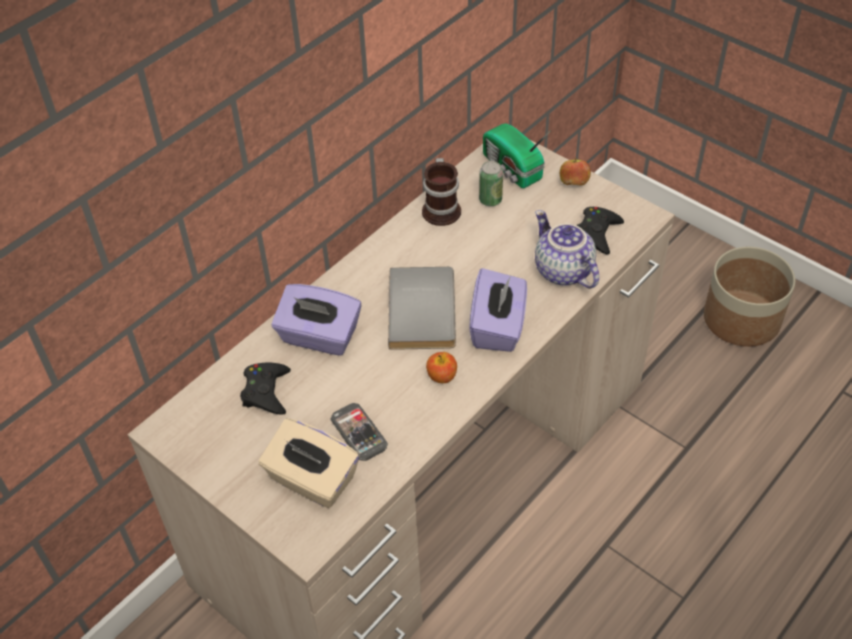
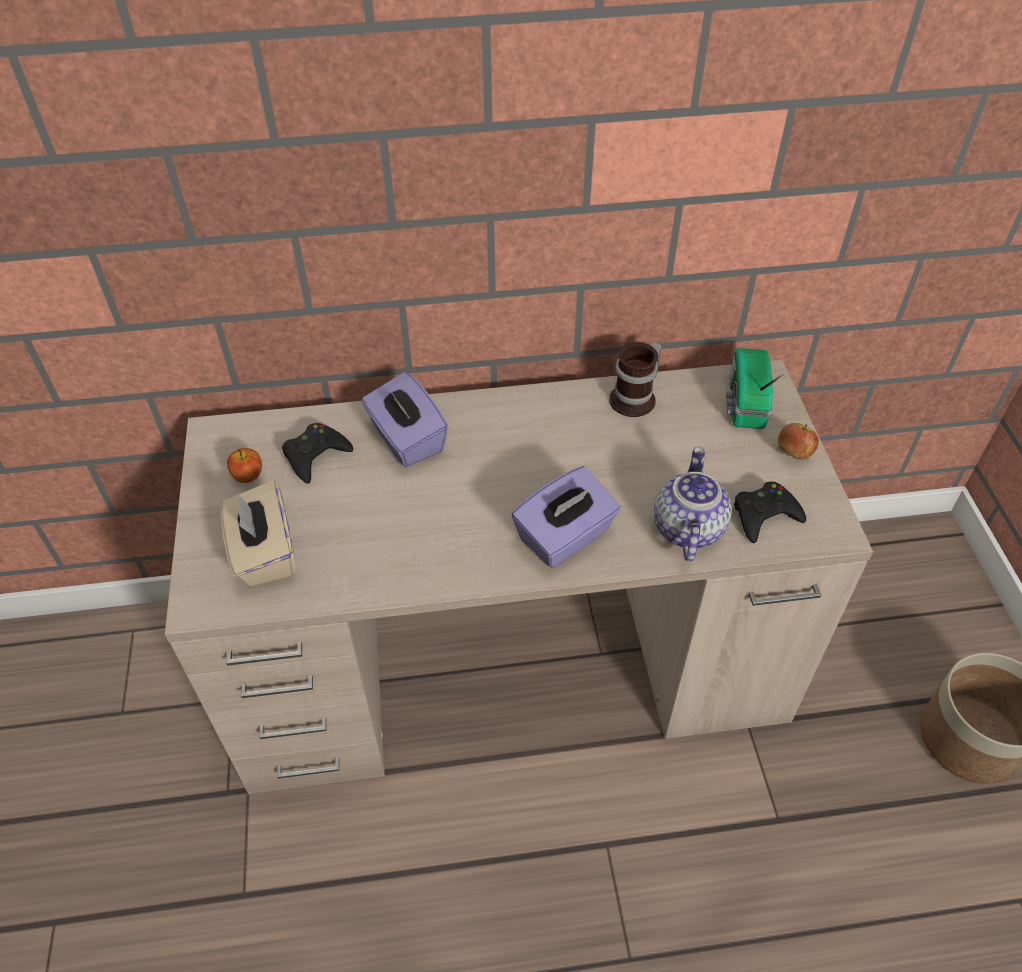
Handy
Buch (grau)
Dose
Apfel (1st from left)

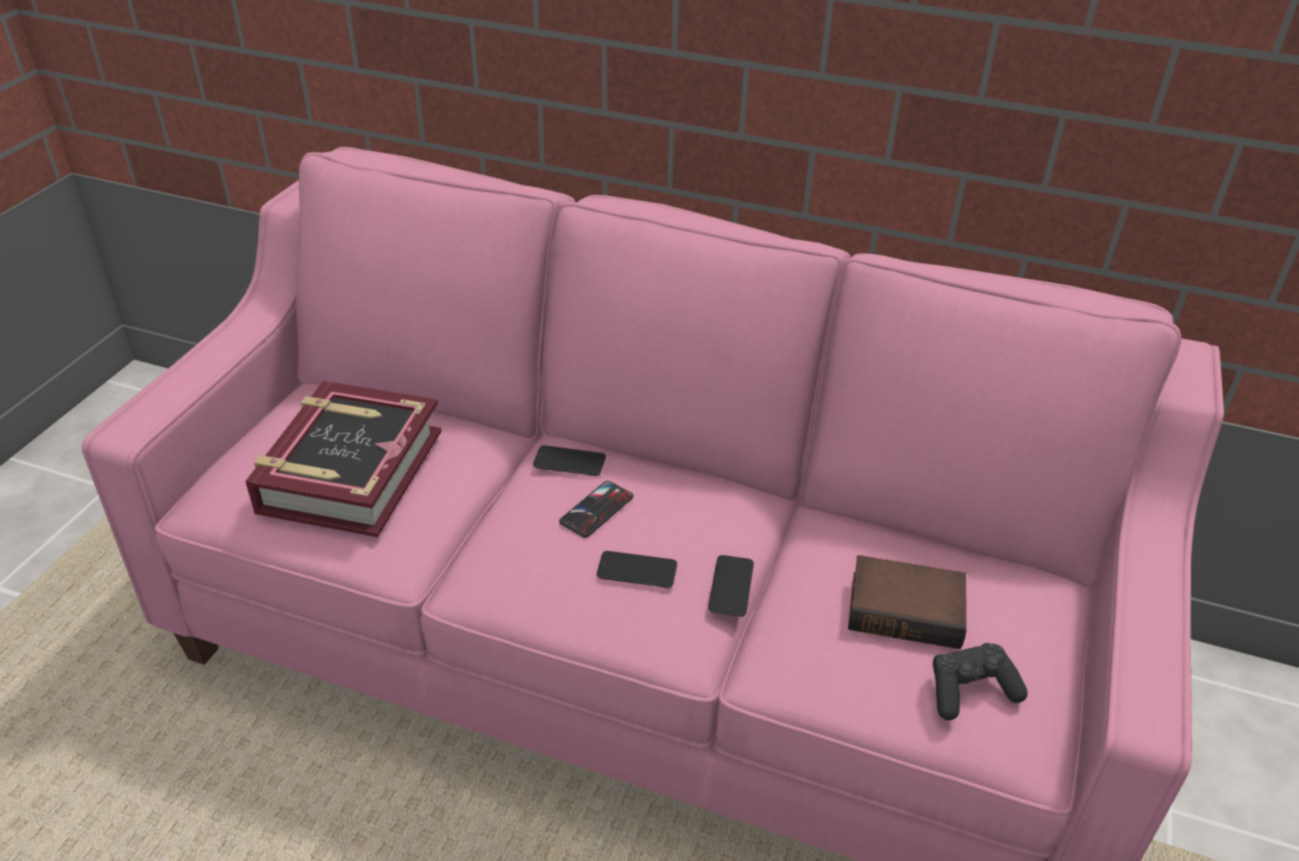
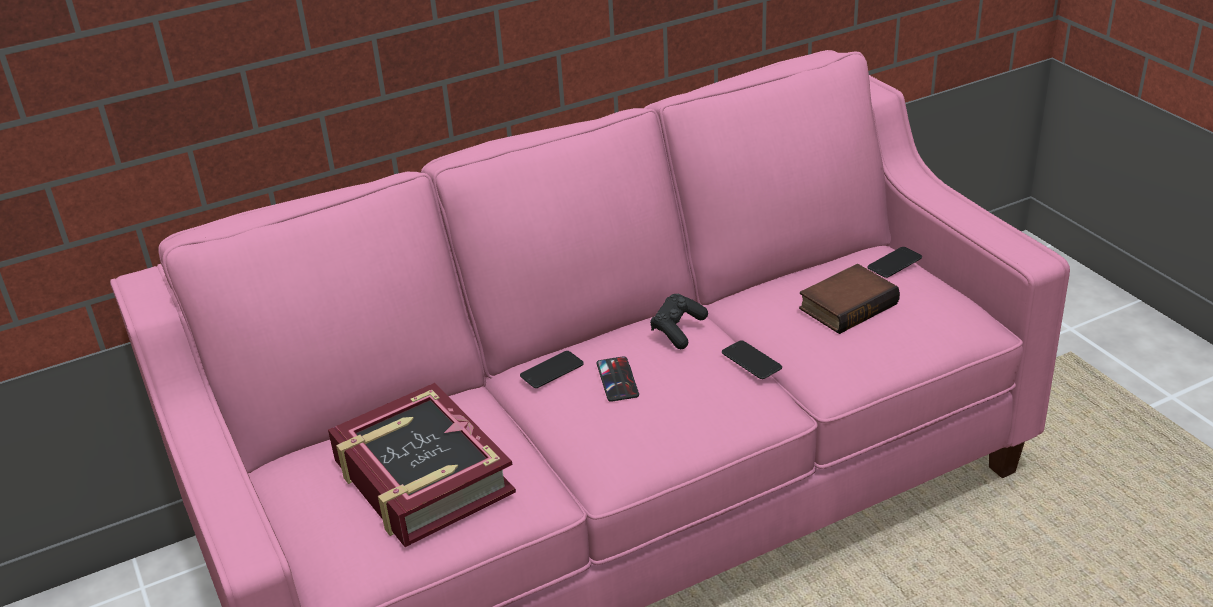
Handy (4th from left)
Gamepad (schwarz)

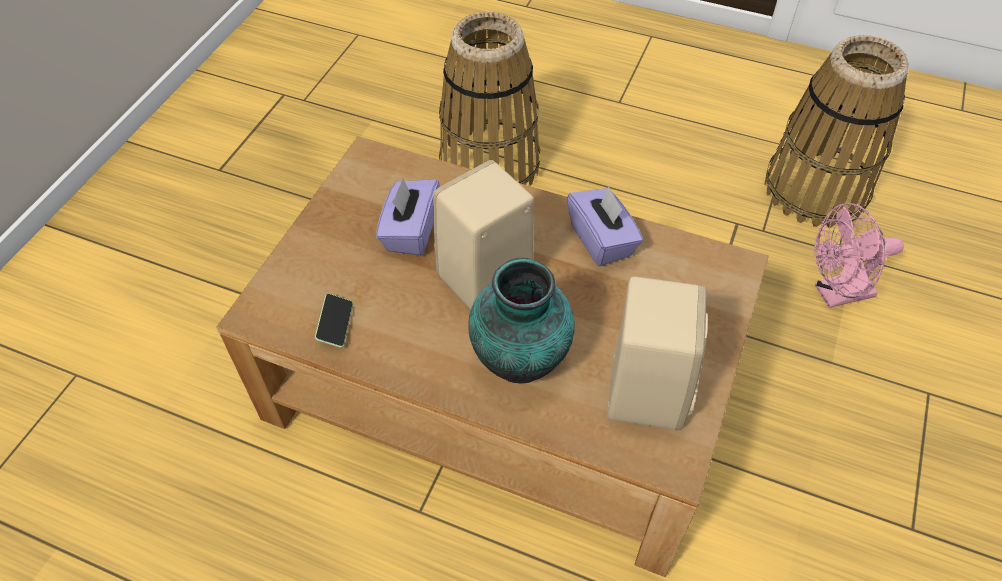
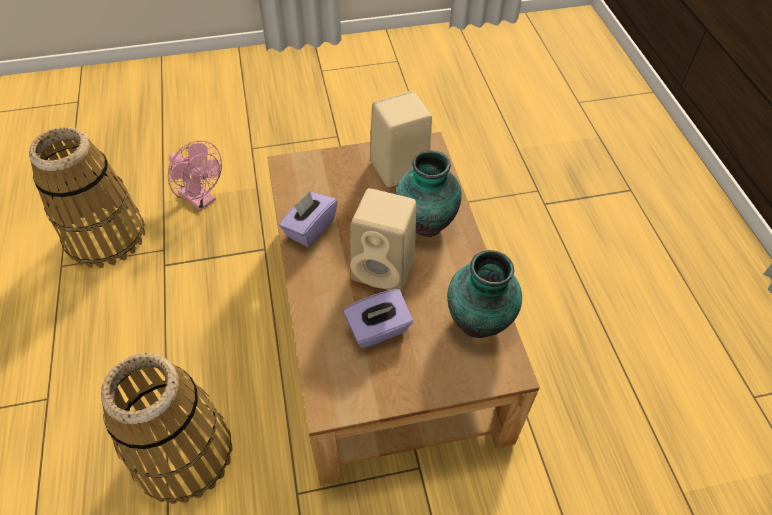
Vase (2nd from left)

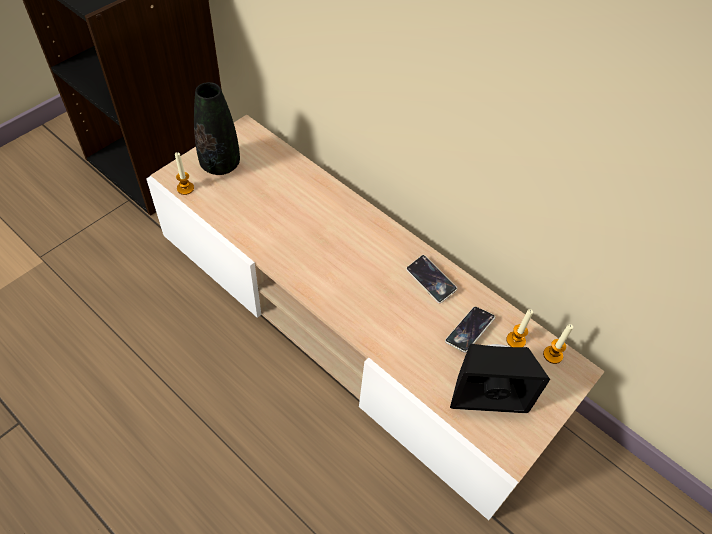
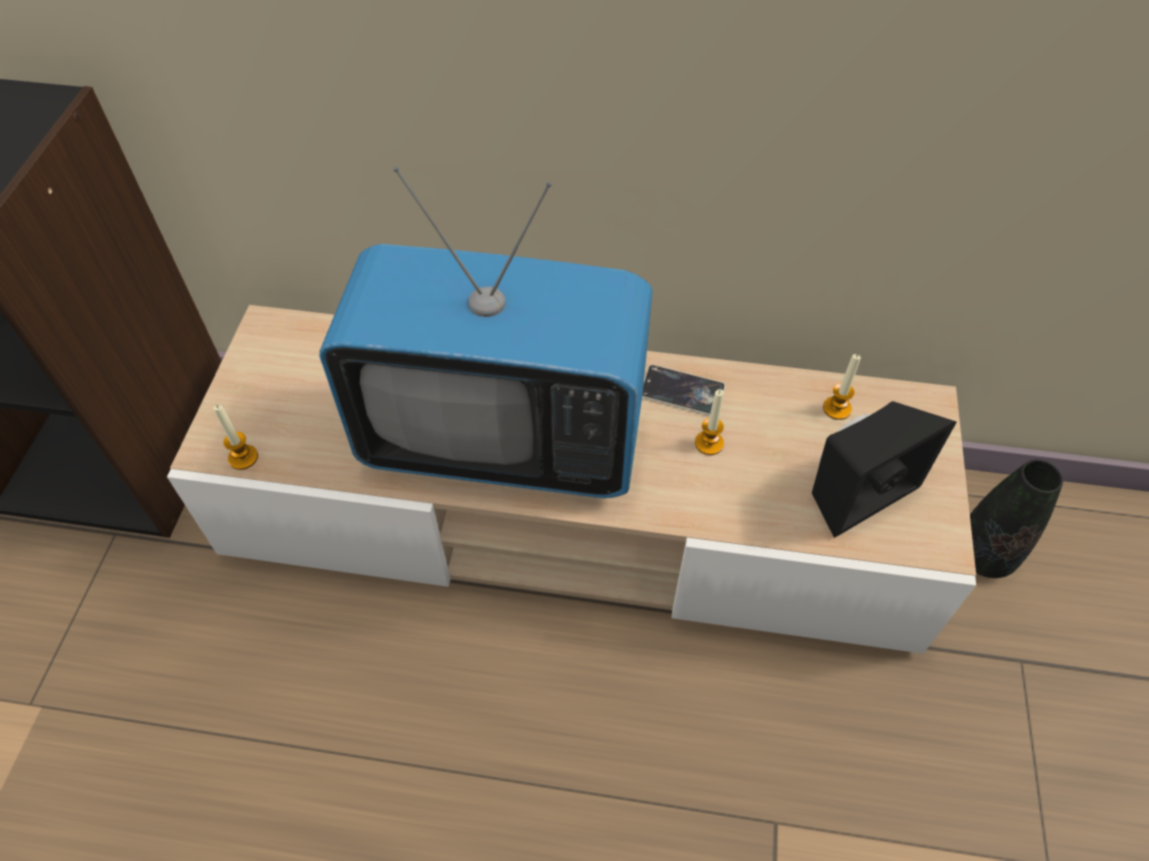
Handy (2nd from left in the first image)
Fernseher
Vase (schwarz)
Kerze (2nd from left)

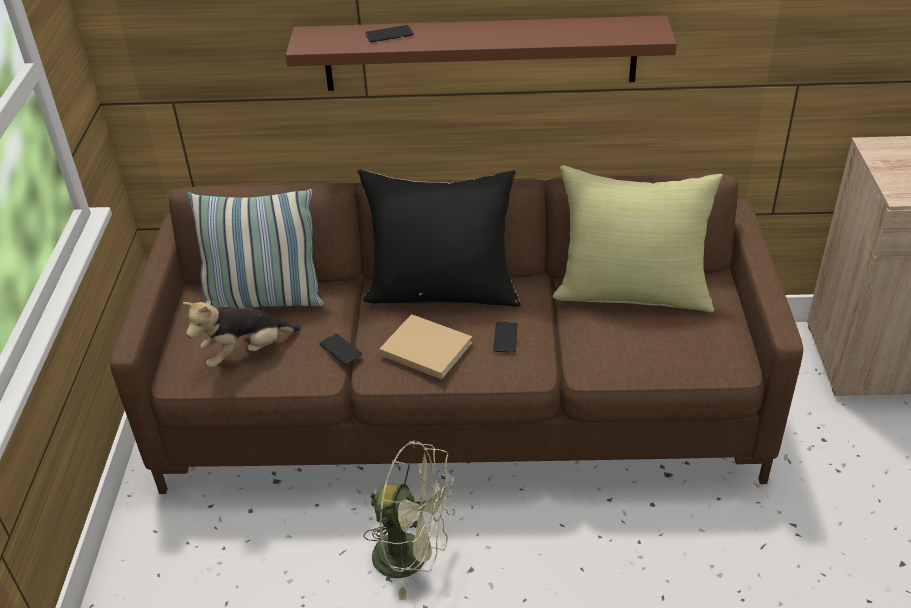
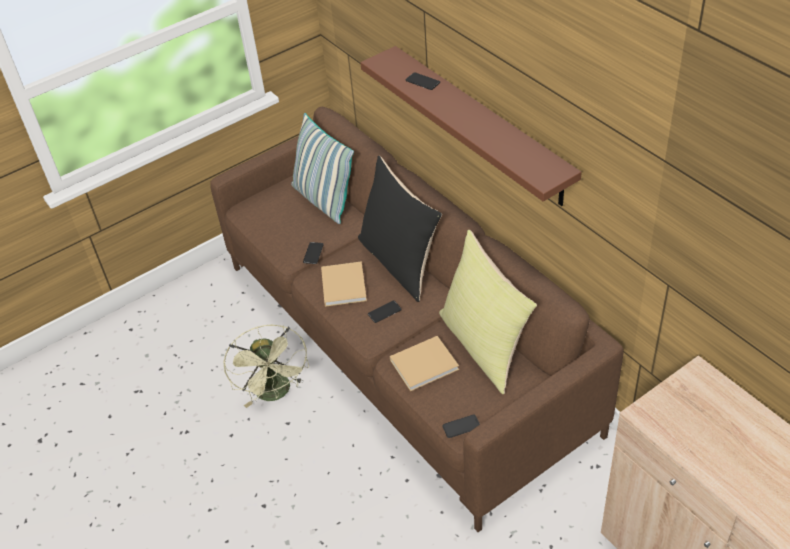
Plüschtier
Buch (beige) (2nd from left)
Handy (4th from left)

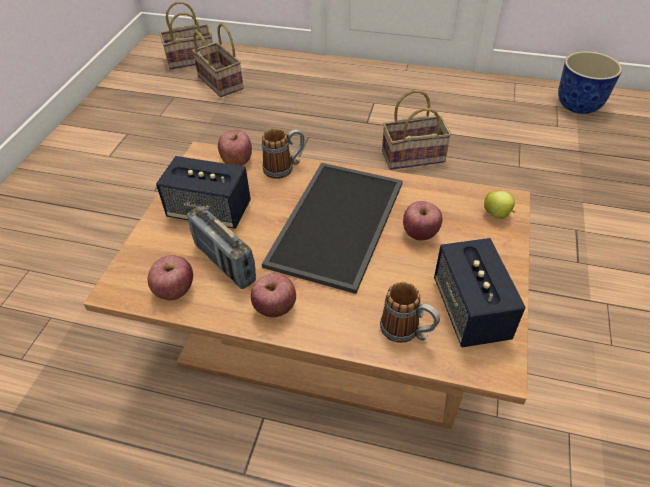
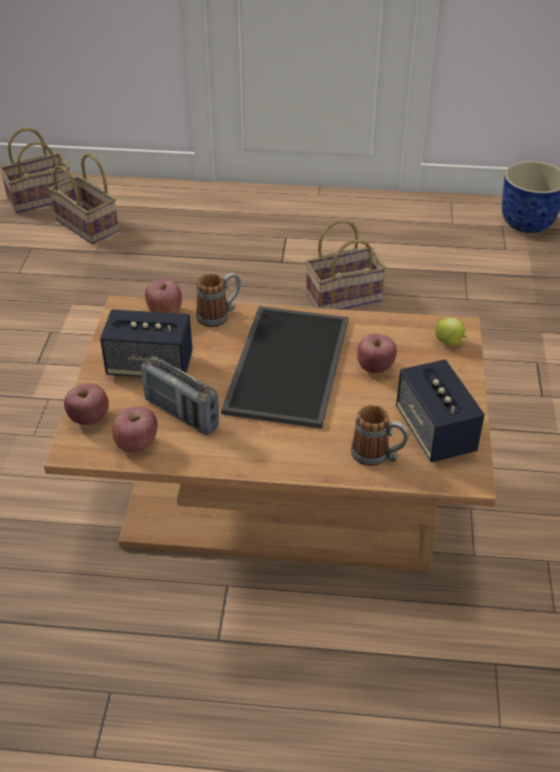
Apfel (1st from left)

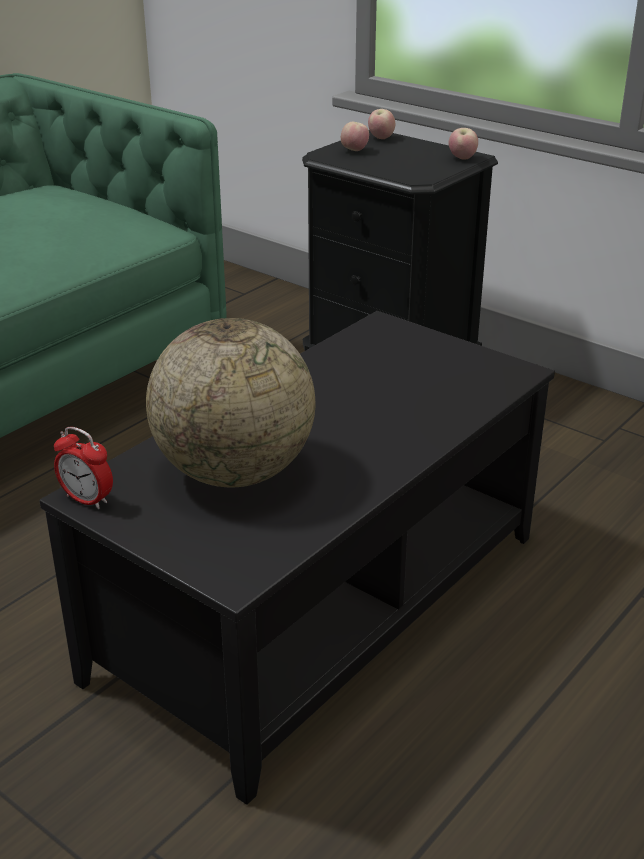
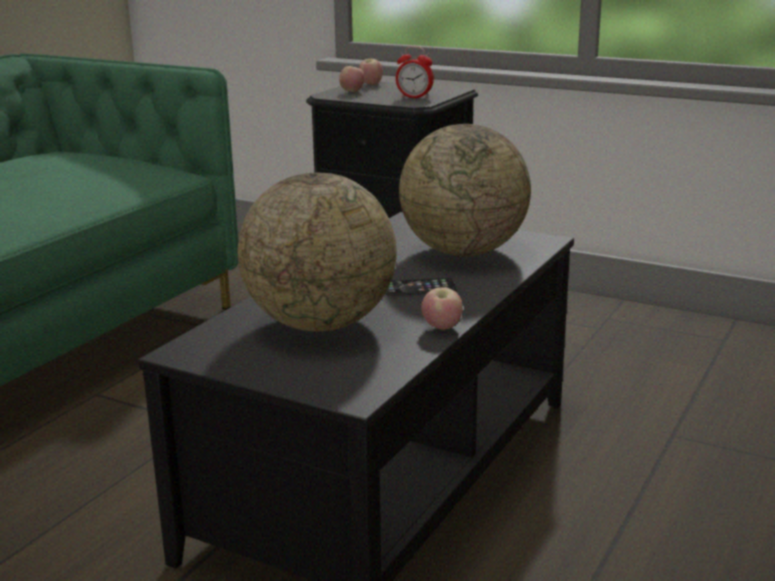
Handy
Globus (2nd from left)
Wecker
Apfel (3rd from left)

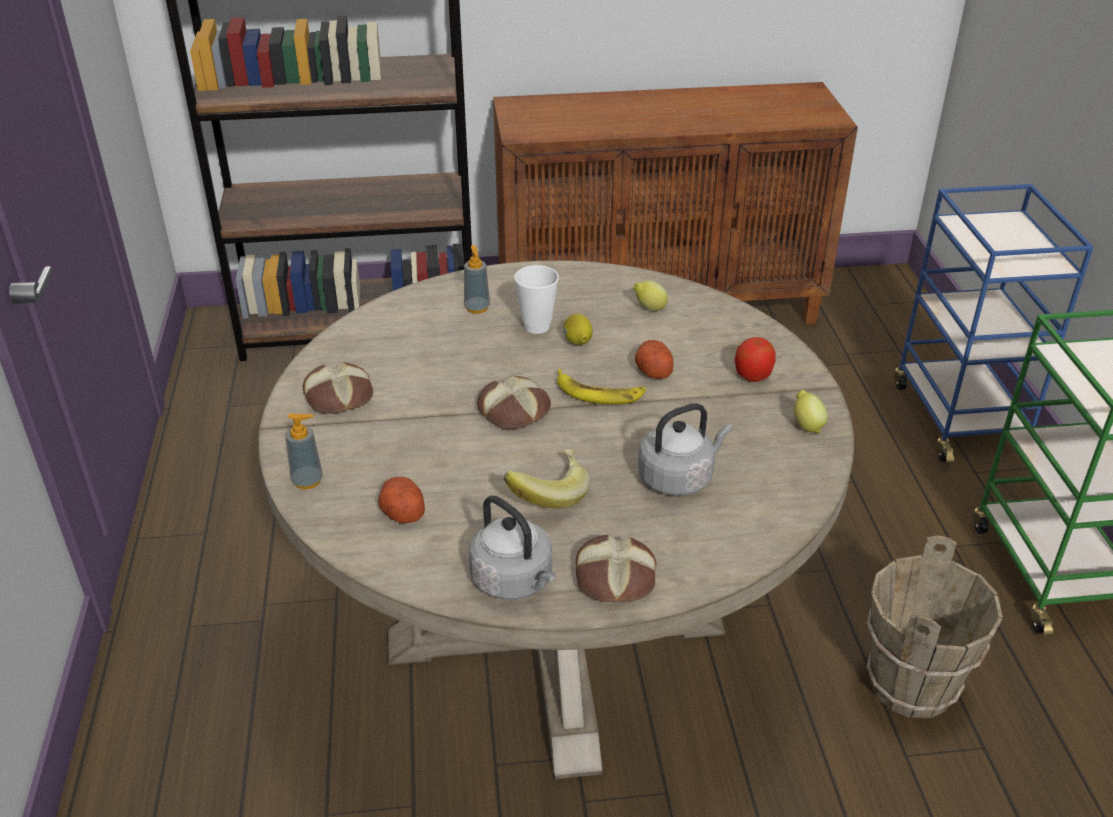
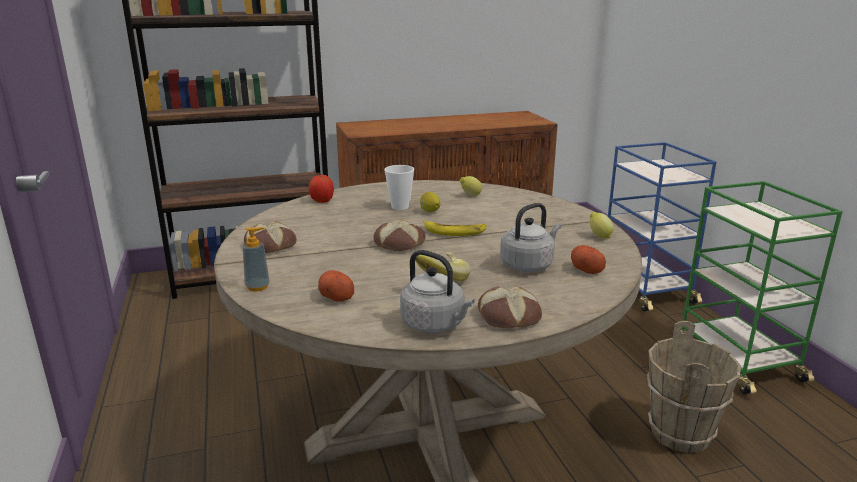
Seifenspender (2nd from left in the first image)
Kartoffel (2nd from left)
Apfel

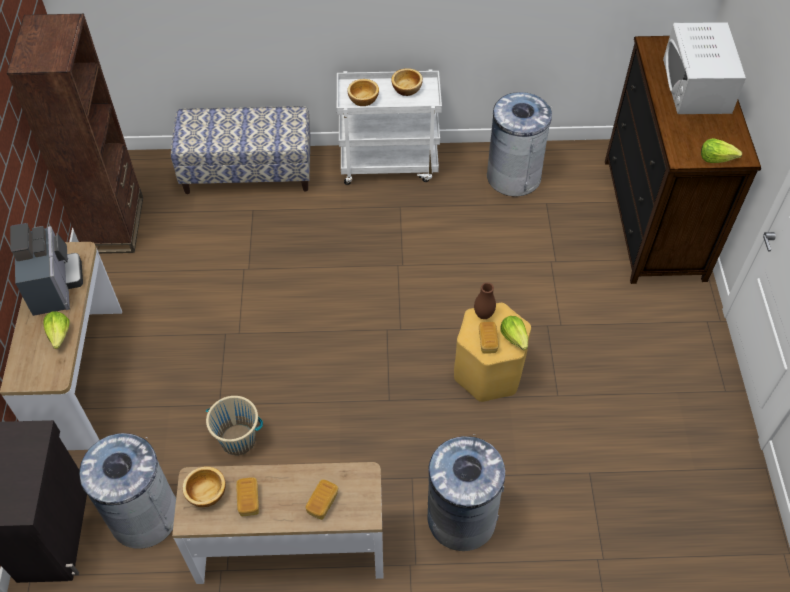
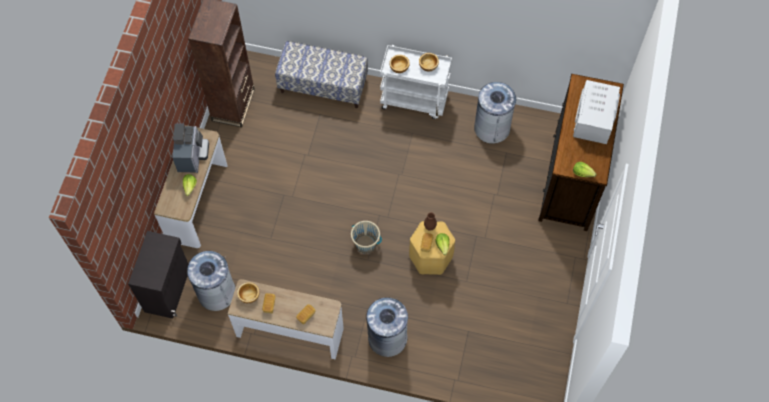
Eimer (beige)

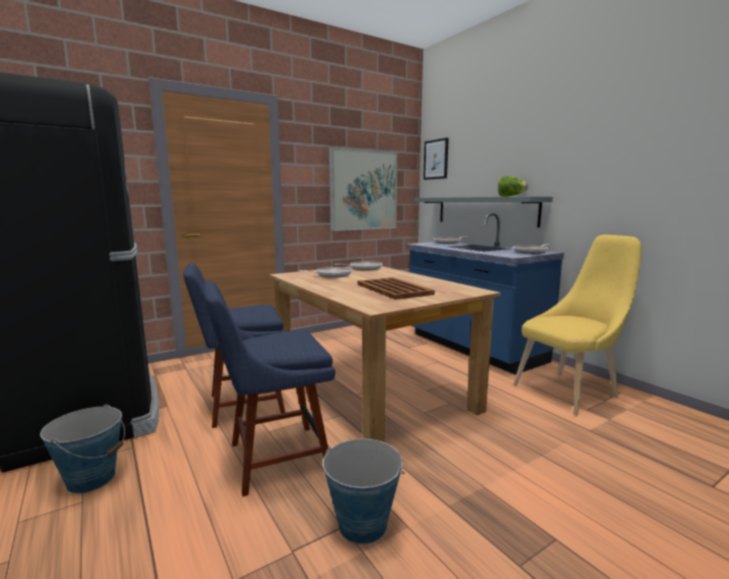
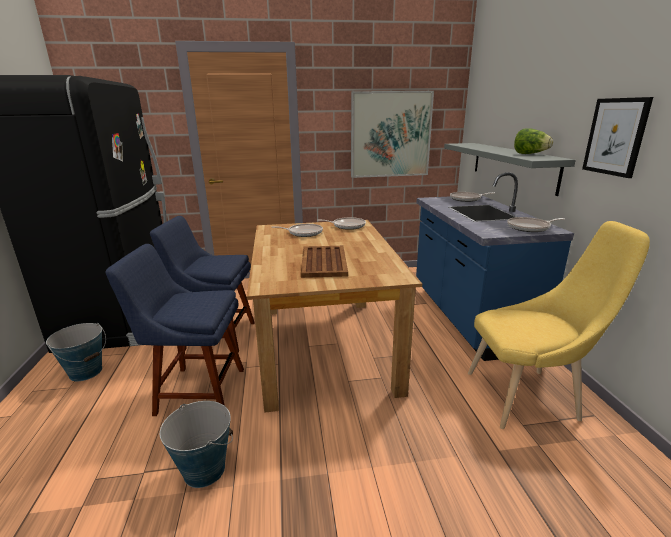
Bild (2nd from left)

